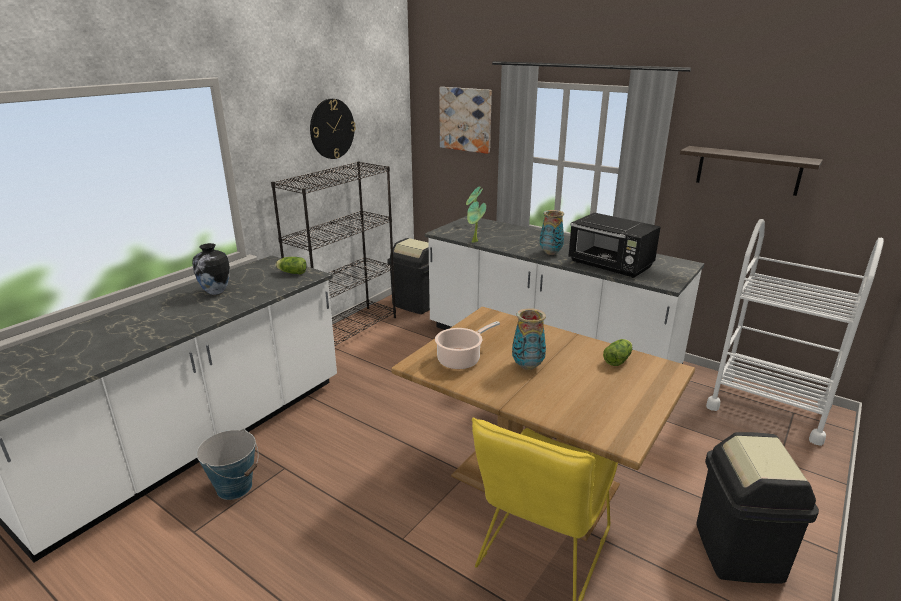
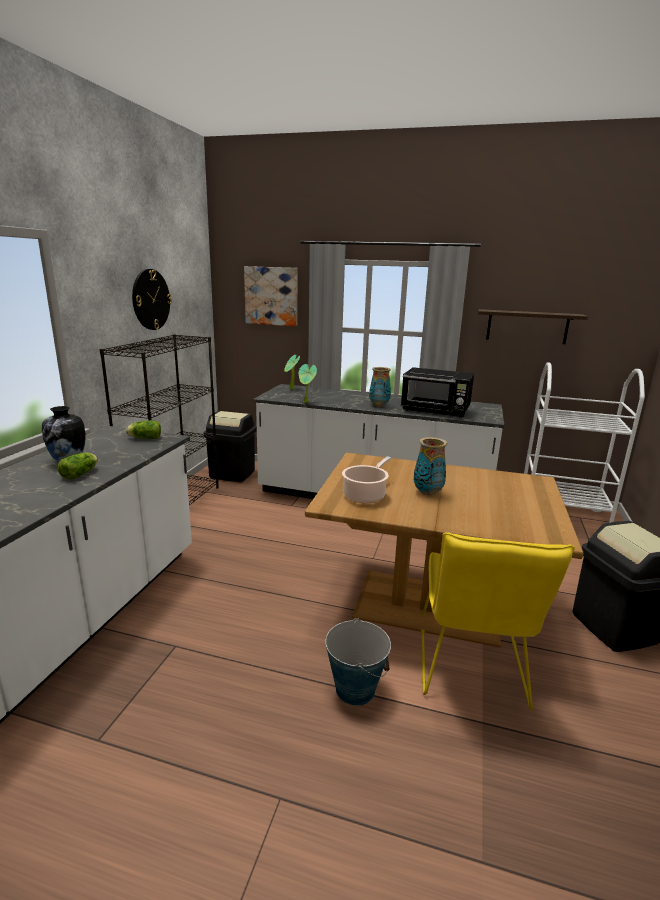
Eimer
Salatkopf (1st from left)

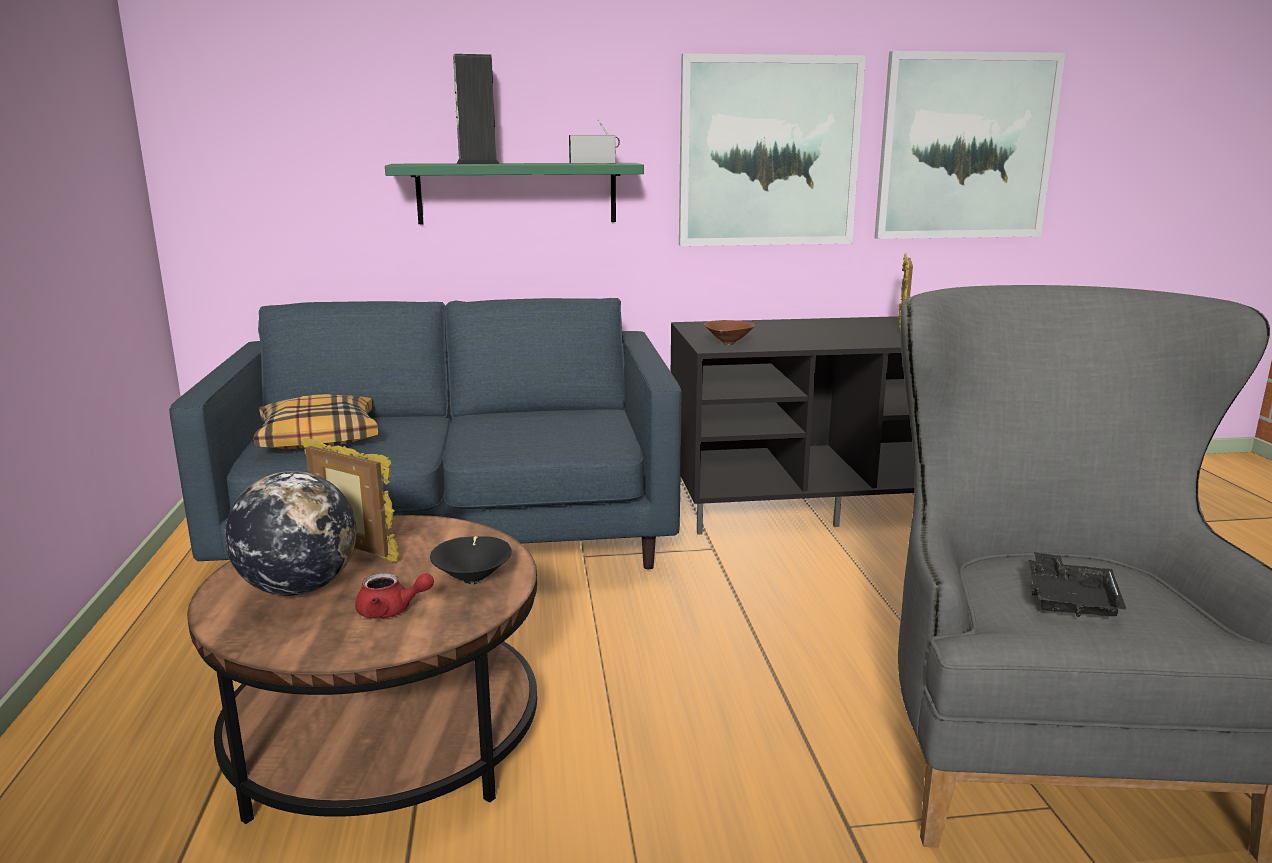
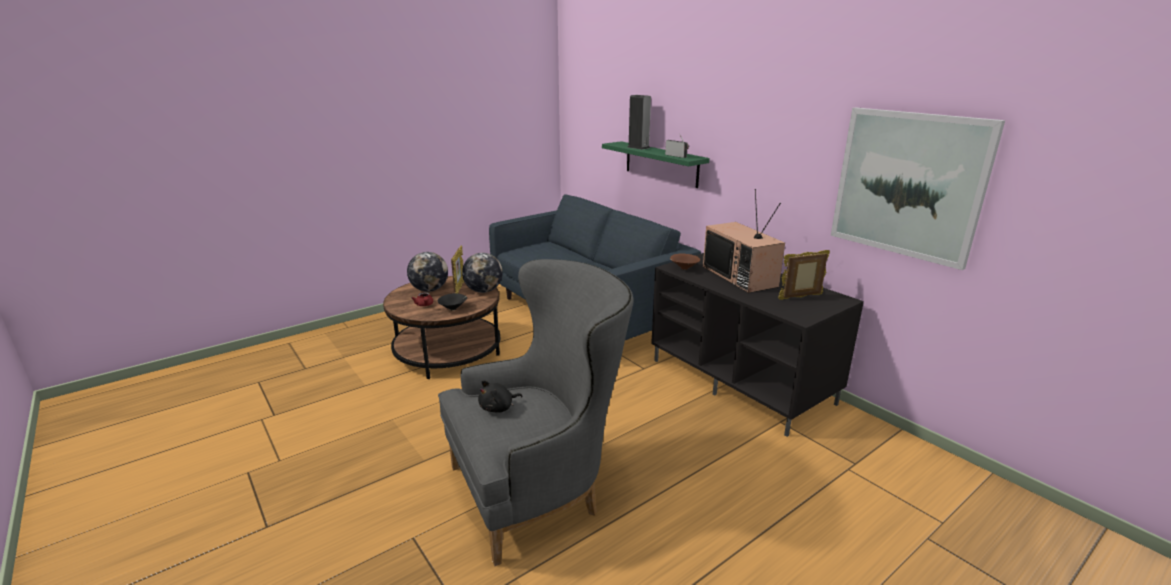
Kissen
Bild (1st from left in the first image)
Globus (2nd from left)
Fernseher
Plüschtier (schwarz)

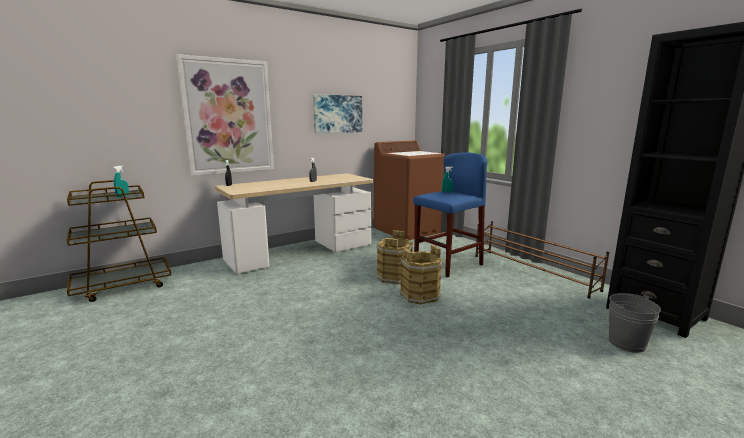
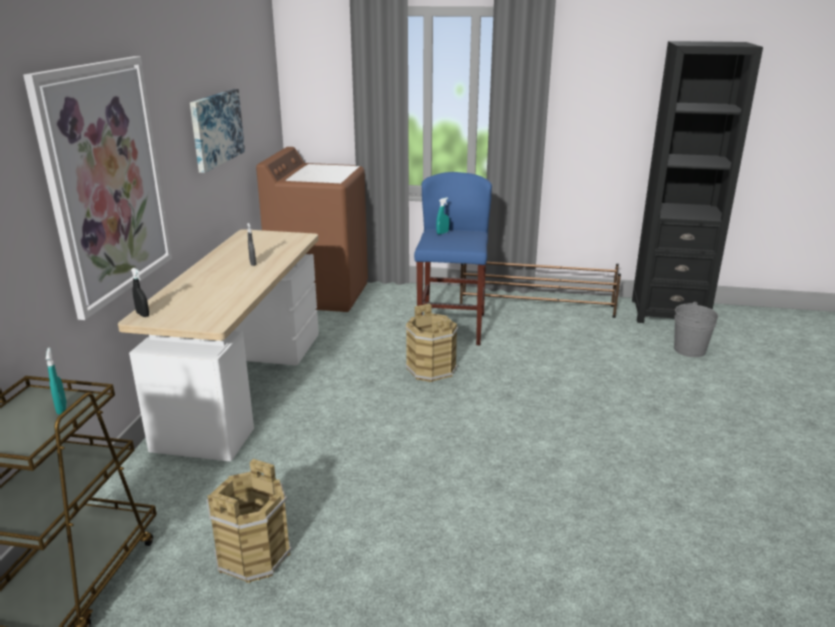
Eimer (braun) (1st from left)

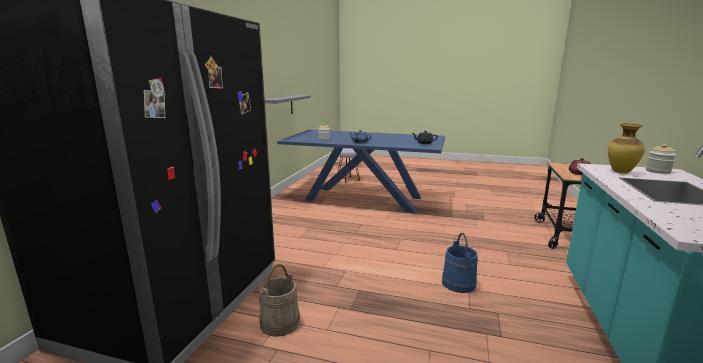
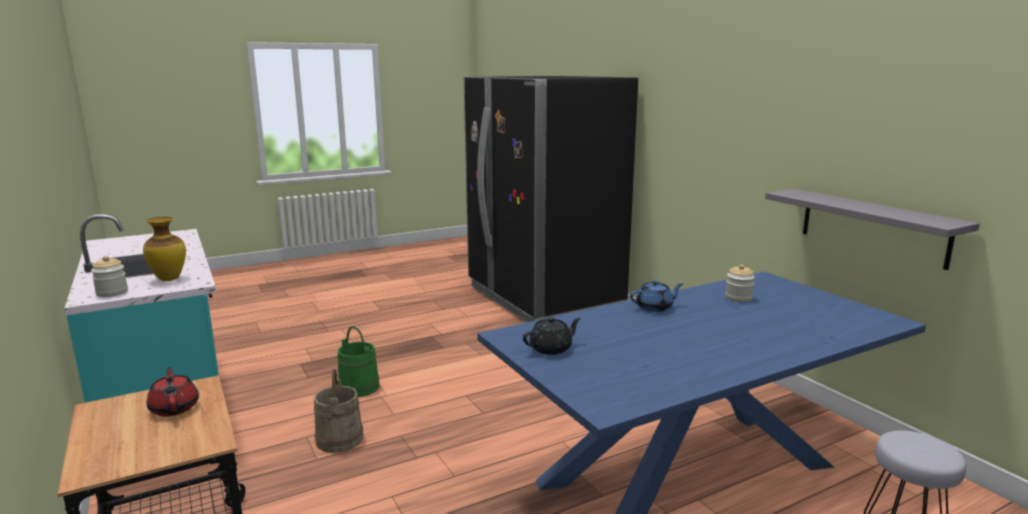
Eimer (beige)
Eimer (grün)

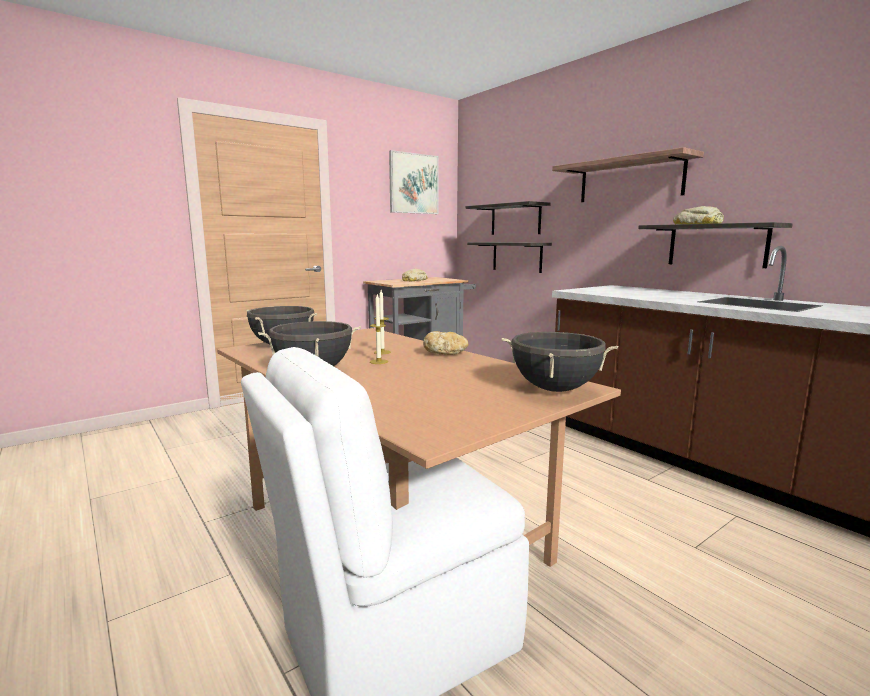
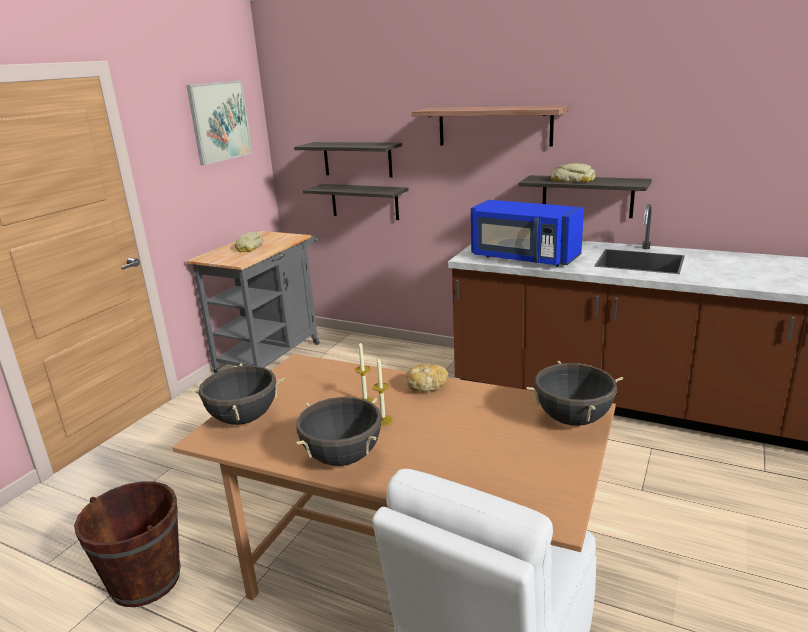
Eimer (braun)
Mikrowelle (blau)

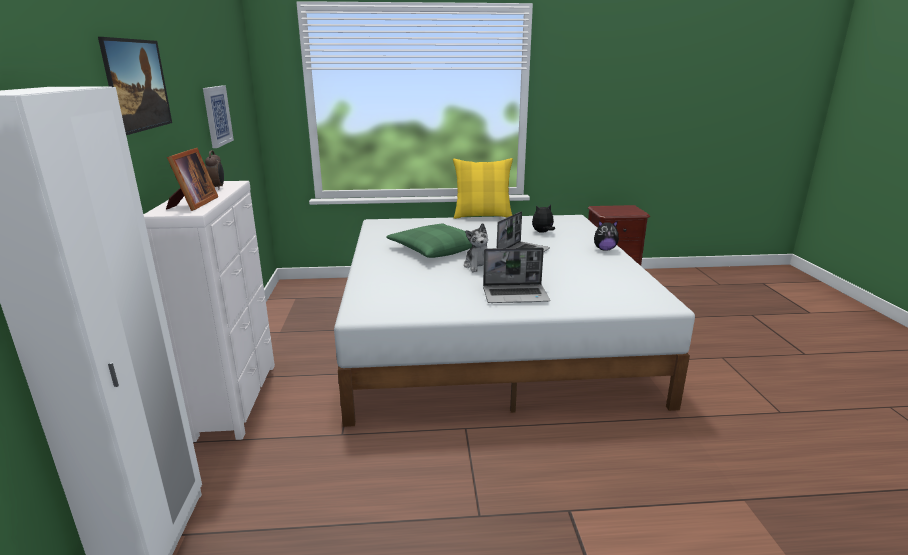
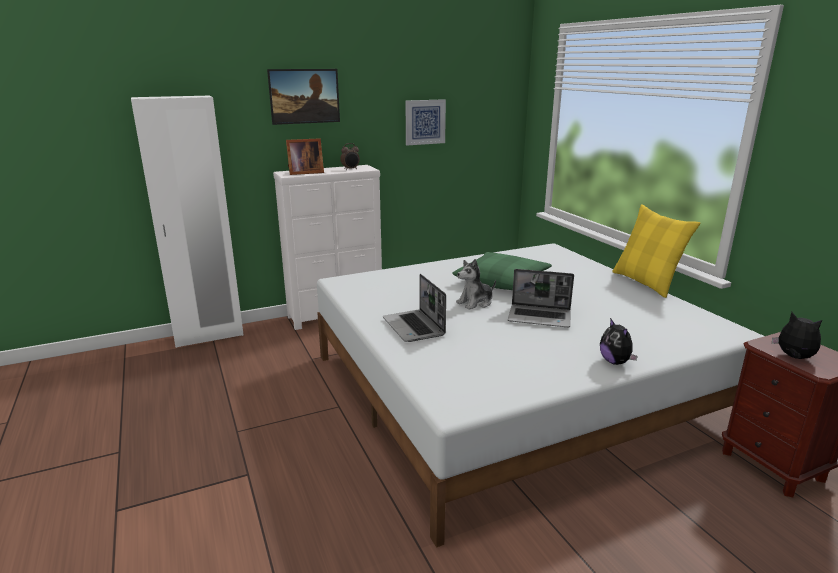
Plüschtier (3rd from left)

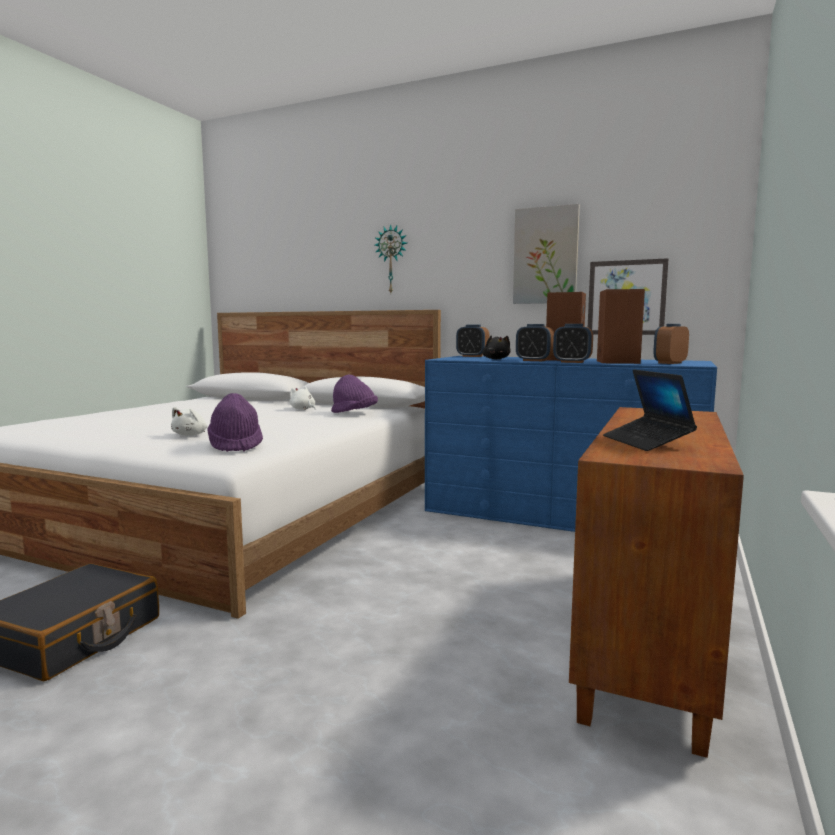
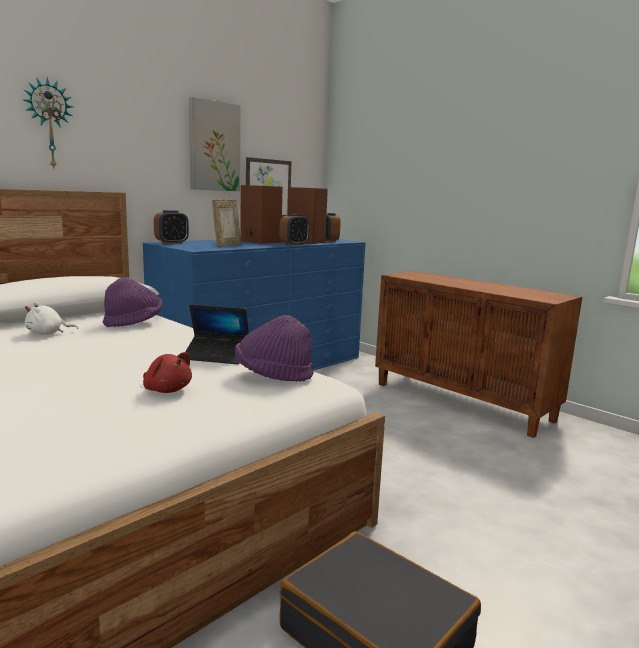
Wecker (2nd from left in the first image)
Laptop
Bilderrahmen
Plüschtier (rot)

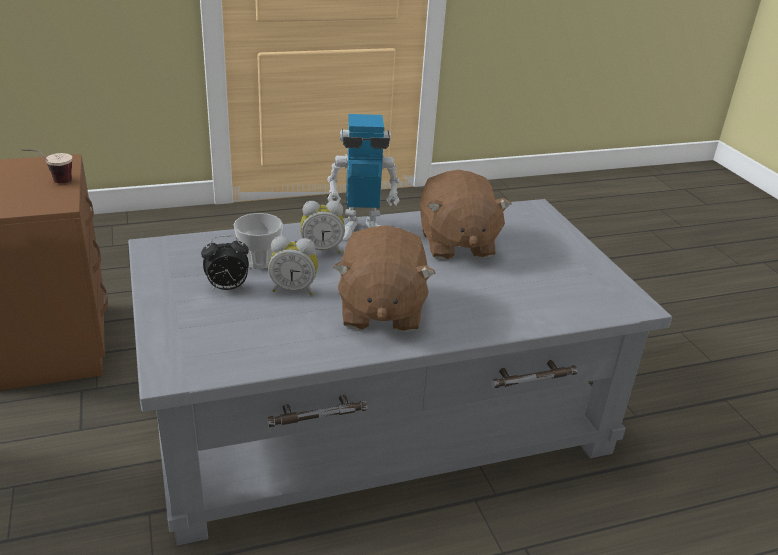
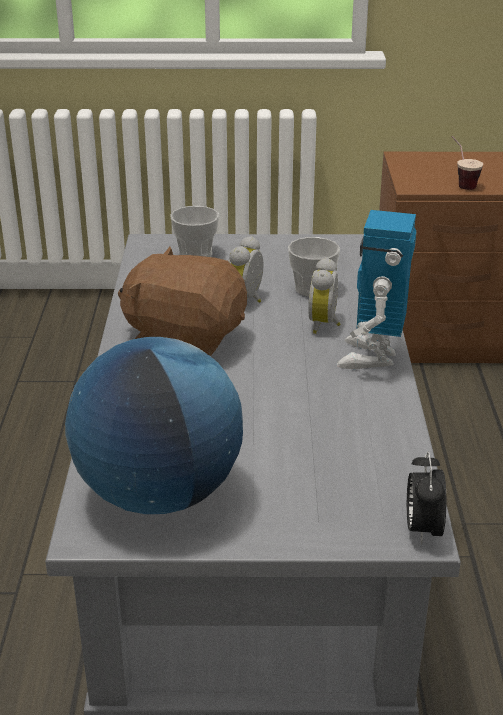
Plüschtier (braun) (2nd from left in the first image)
Globus
Tasse (1st from left)
Wecker (3rd from left)

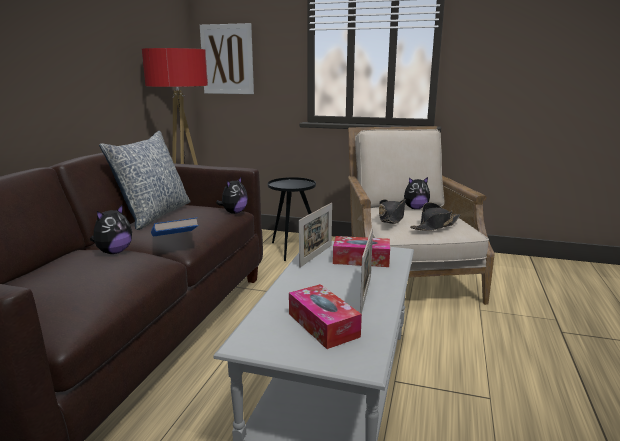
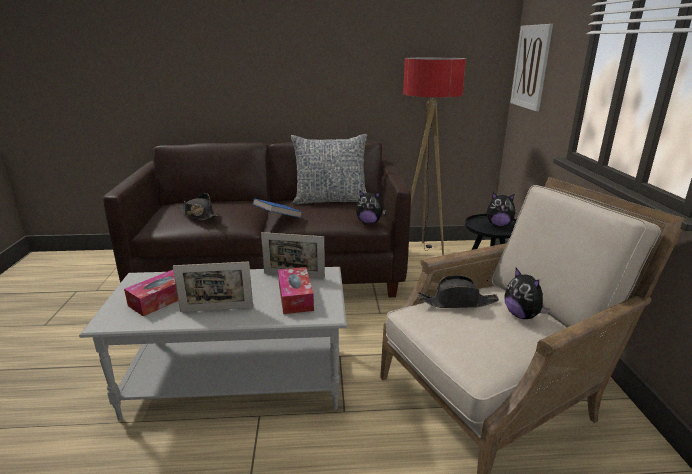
Plüschtier (2nd from left)
Hut (schwarz) (1st from left)

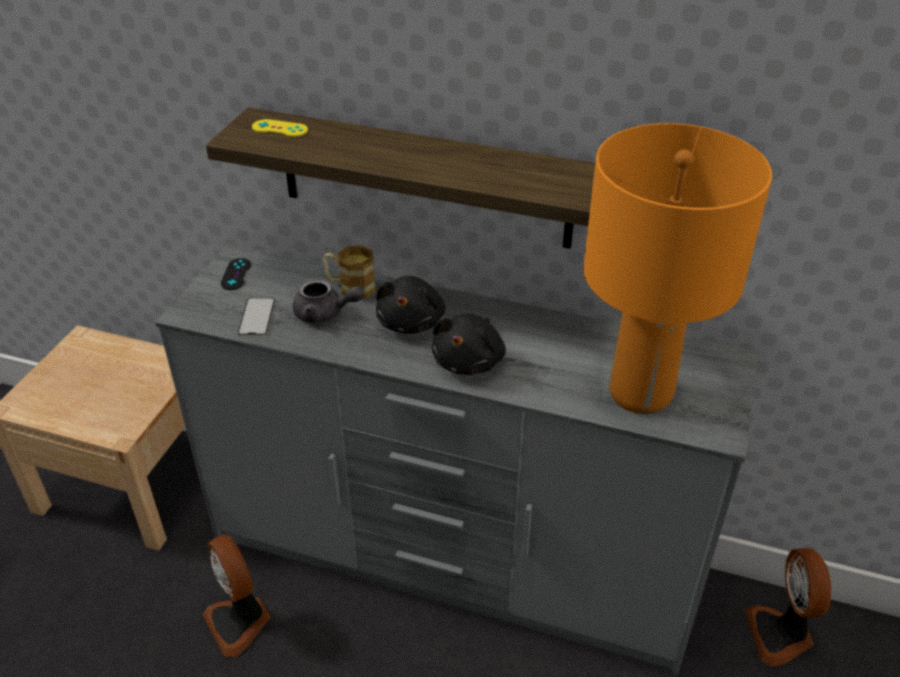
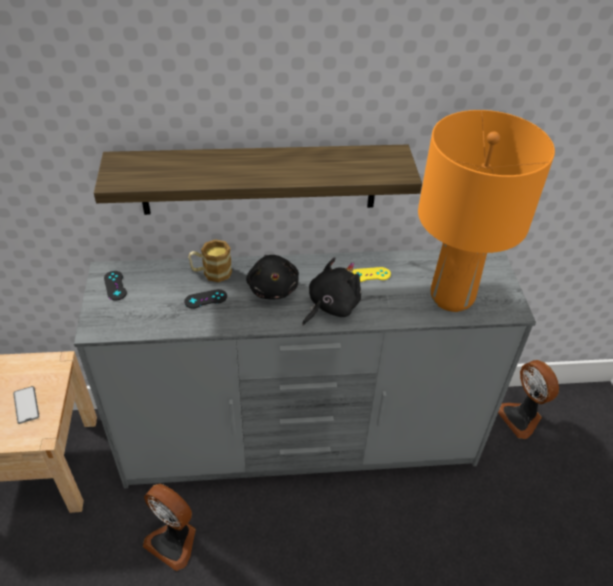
Handy
Gamepad (gelb)
Gamepad (schwarz) (2nd from left)
Plüschtier (schwarz) (2nd from left)

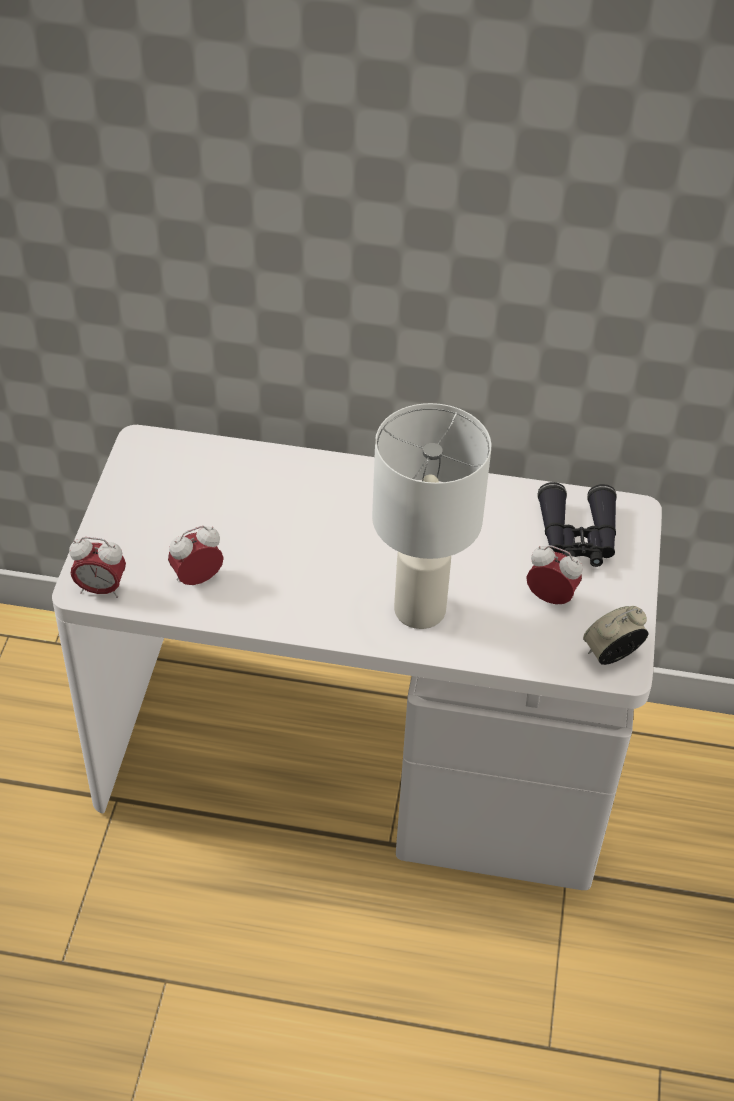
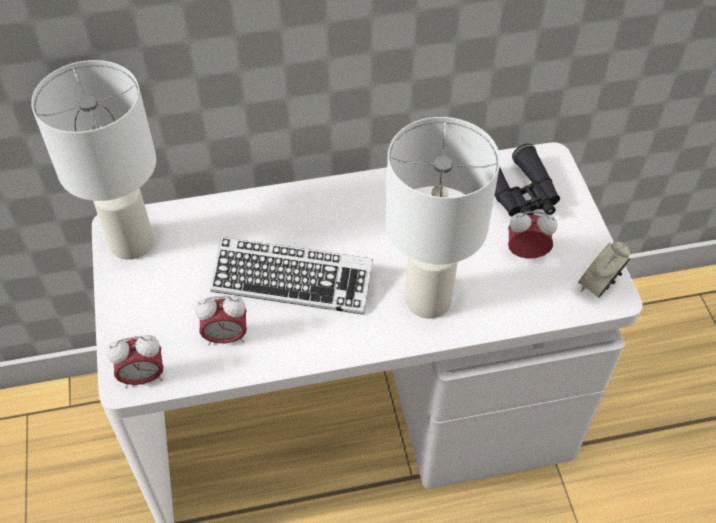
Tischlampe (weiß) (1st from left)
Tastatur
Wecker (2nd from left)

